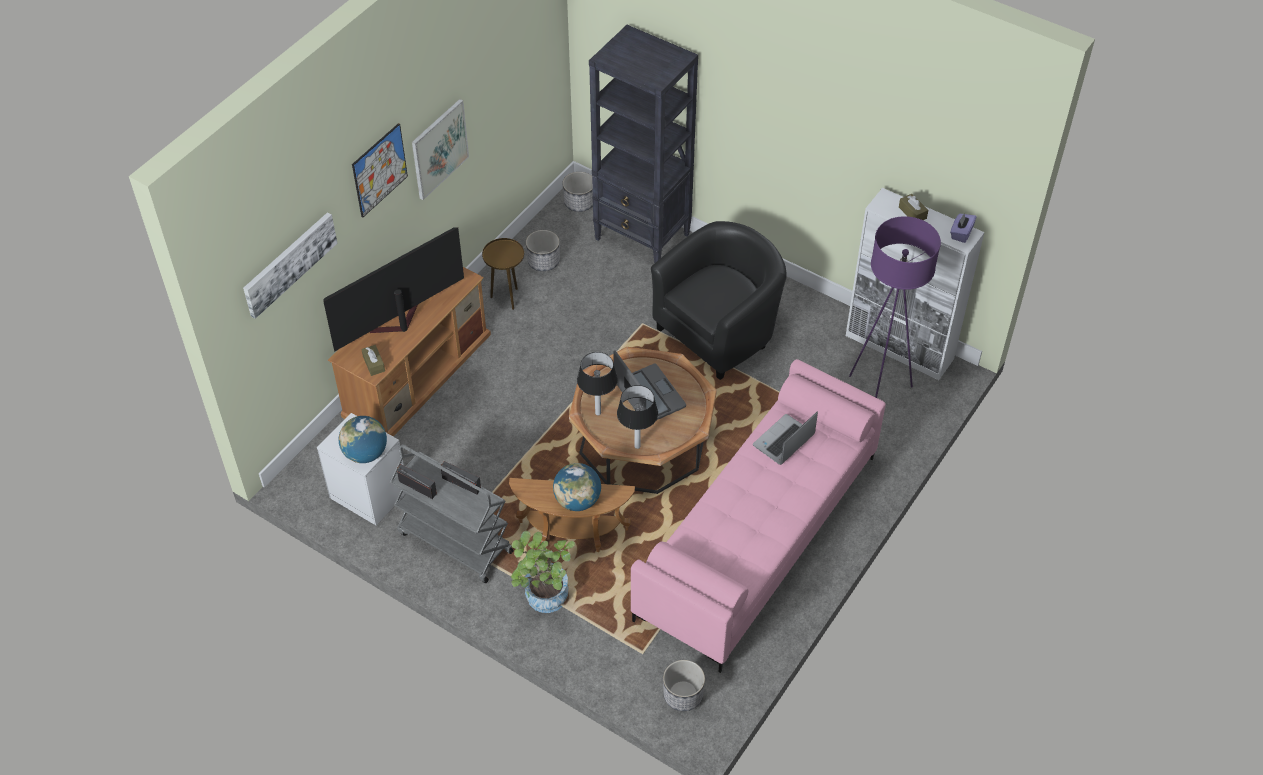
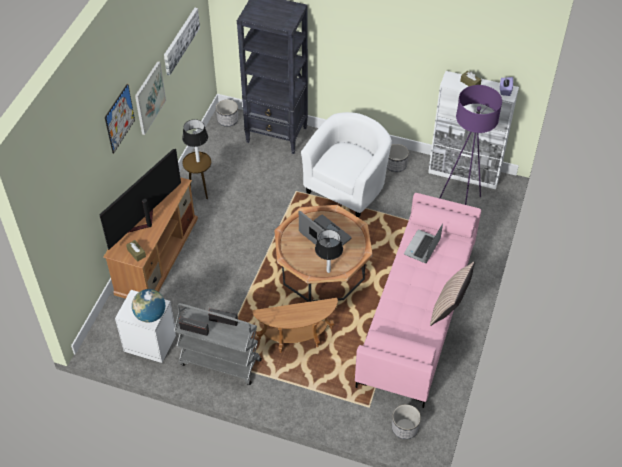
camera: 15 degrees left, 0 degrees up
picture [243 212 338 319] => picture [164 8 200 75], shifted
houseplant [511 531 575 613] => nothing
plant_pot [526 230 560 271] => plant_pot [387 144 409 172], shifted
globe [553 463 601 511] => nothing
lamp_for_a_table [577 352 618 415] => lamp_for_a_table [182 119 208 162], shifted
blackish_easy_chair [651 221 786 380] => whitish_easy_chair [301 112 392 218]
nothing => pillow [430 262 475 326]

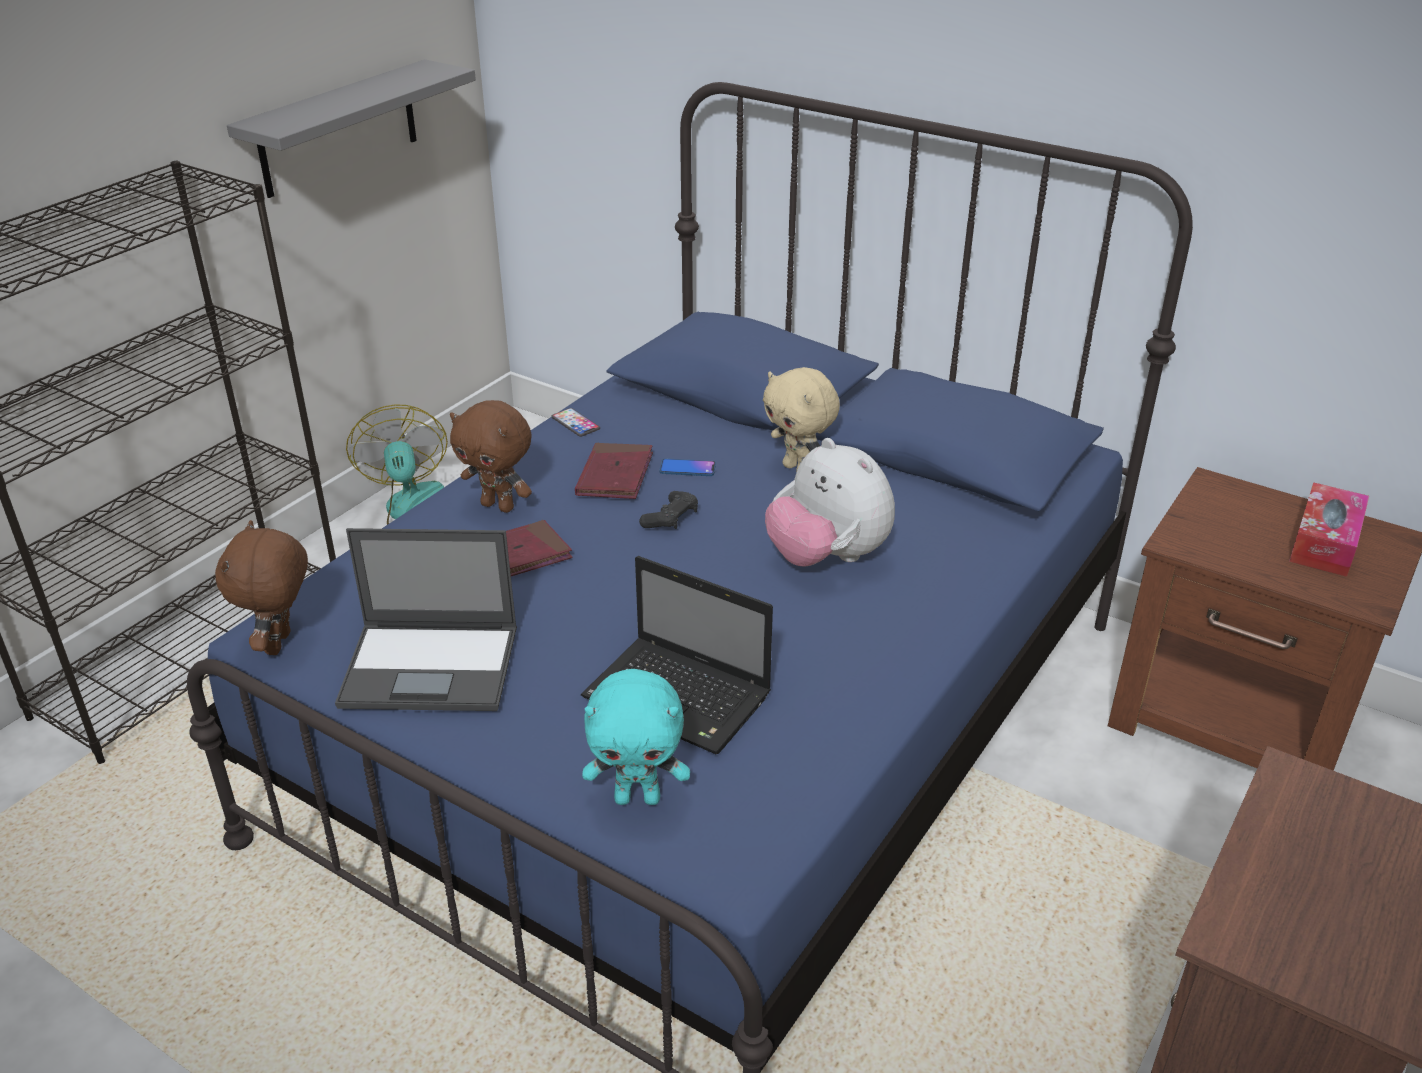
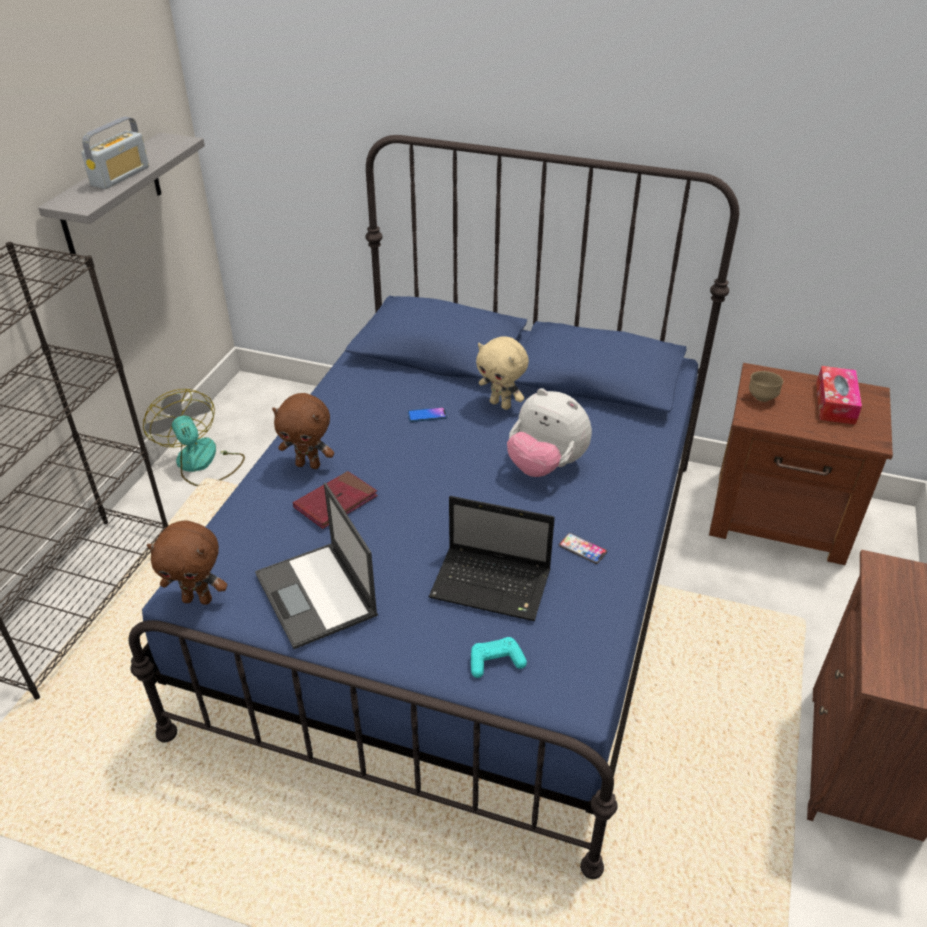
camera: 15 degrees left, 5 degrees up
brown-coloured_cuddly_toy [215 520 308 655] => brown-coloured_cuddly_toy [147 520 227 605], 75 degrees counterclockwise
portable_computer [335 528 517 711] => portable_computer [255 483 378 649], 75 degrees clockwise
telephone [551 408 600 437] => telephone [559 533 607 564], shifted
red-coloured_book [575 443 653 499] => nothing
turquoise-coloured_cuddly_toy [582 669 690 805] => turquoise-coloured_joypad [471 637 527 678]
blackish_joypad [639 491 698 529] => nothing
nothing => radio_receiver [81 116 149 189]
nothing => brown-coloured_deep_dish [749 371 784 402]

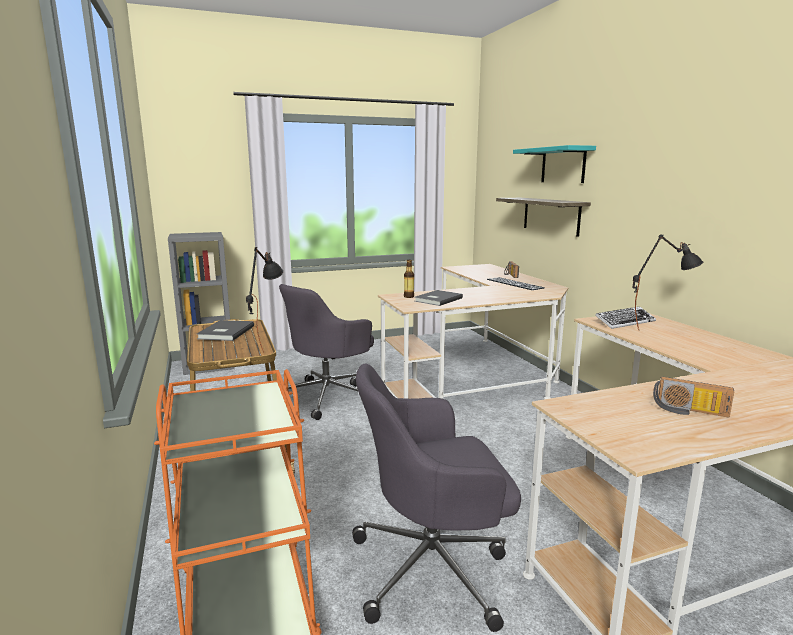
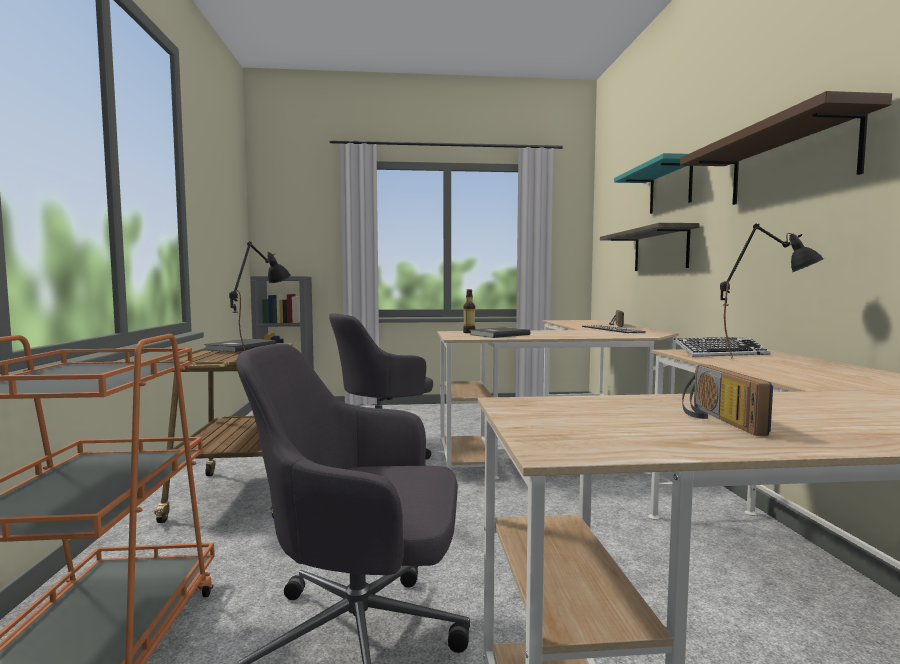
camera: 15 degrees right, 10 degrees down
radio_receiver [653 377 734 418] => radio_receiver [682 365 773 436], 45 degrees clockwise
nothing => brown-coloured_shelf [680 91 892 205]

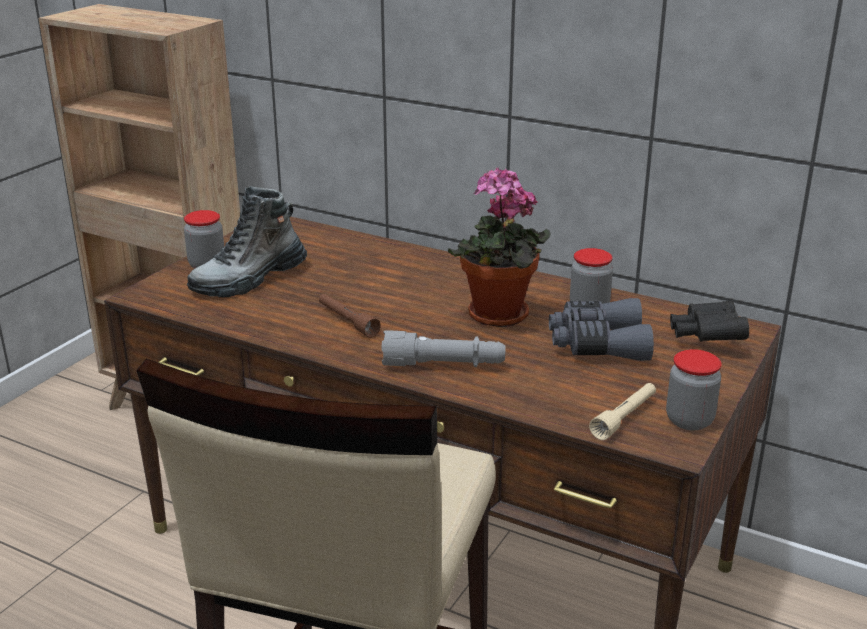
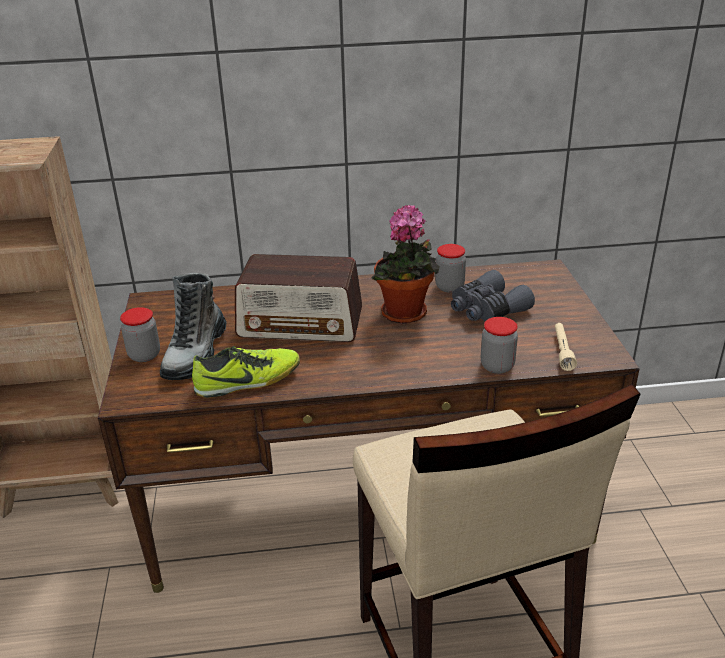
camera: 35 degrees left, 5 degrees up
brown-coloured_torch [319 294 381 338] => nothing
gray_torch [381 330 506 367] => nothing
preserve_jar [666 349 722 430] => preserve_jar [481 317 518 374], shifted
blackish_field_glasses [670 301 749 342] => nothing
nothing => shoe [192 346 300 398]
nothing => radio_receiver [235 254 362 342]

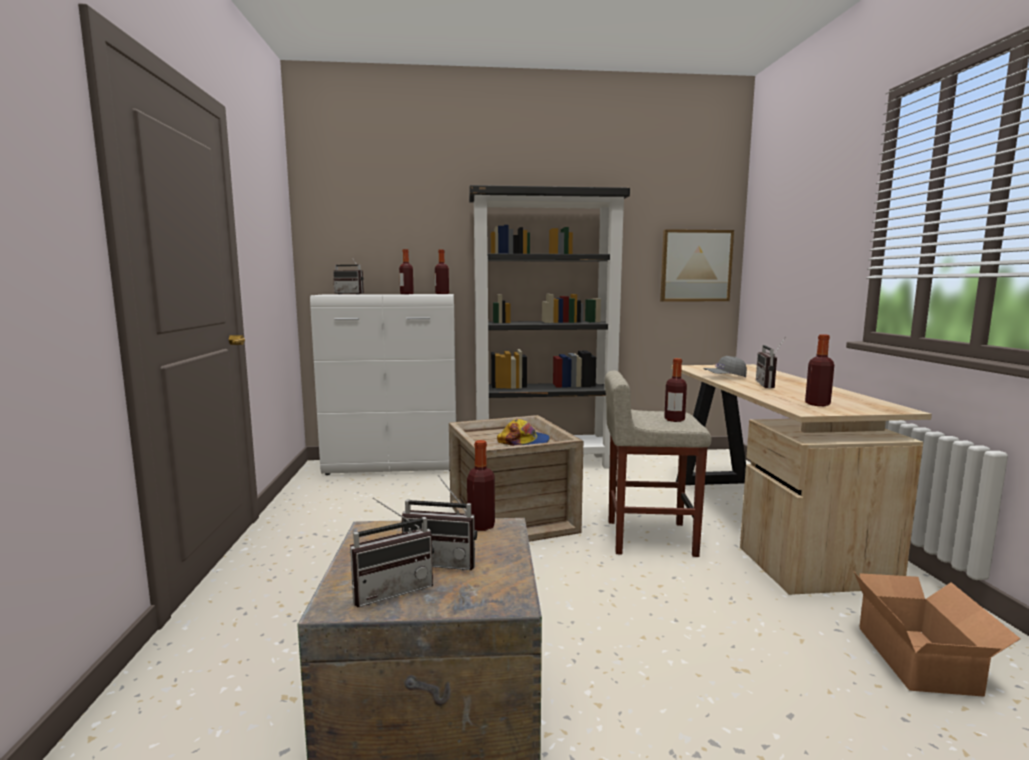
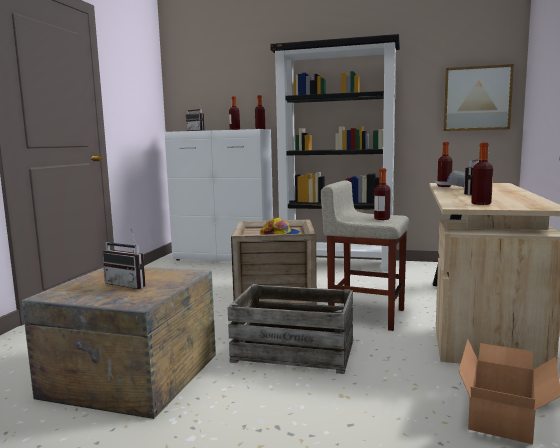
camera: 20 degrees right, 0 degrees up
radio_receiver [350 498 434 607] => nothing
drink_bottle [467 440 495 531] => drink_bottle [437 142 453 187], shifted
nothing => crate [227 284 353 374]

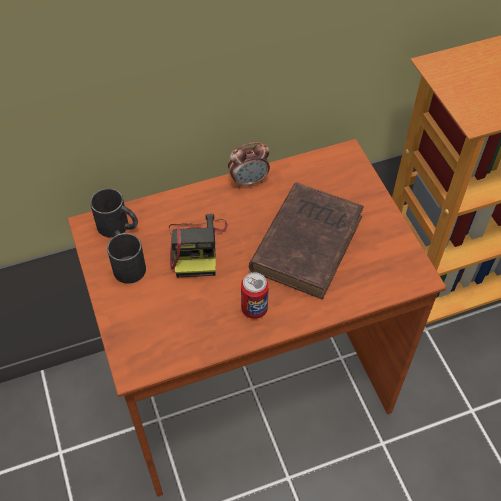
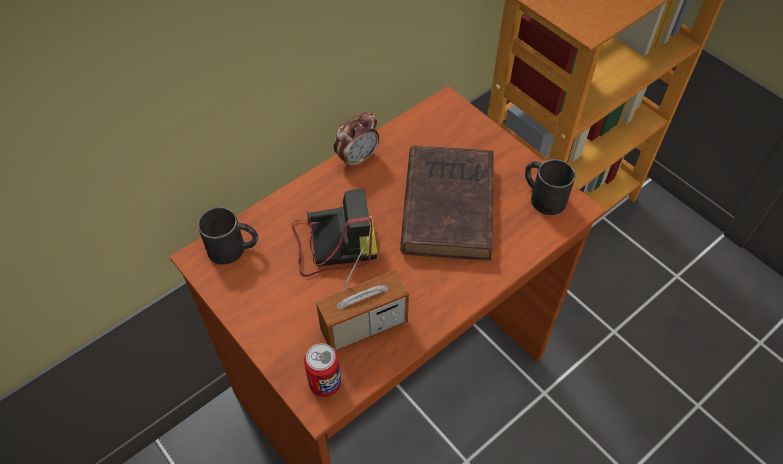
camera: 20 degrees left, 0 degrees up
blackish_mug [107 231 146 284] => blackish_mug [525 159 575 215], shifted
still_camera [169 214 227 277] => still_camera [292 188 378 277], 75 degrees counterclockwise
can [241 272 269 319] => can [304 343 341 397], shifted
nothing => radio_receiver [316 238 409 352]

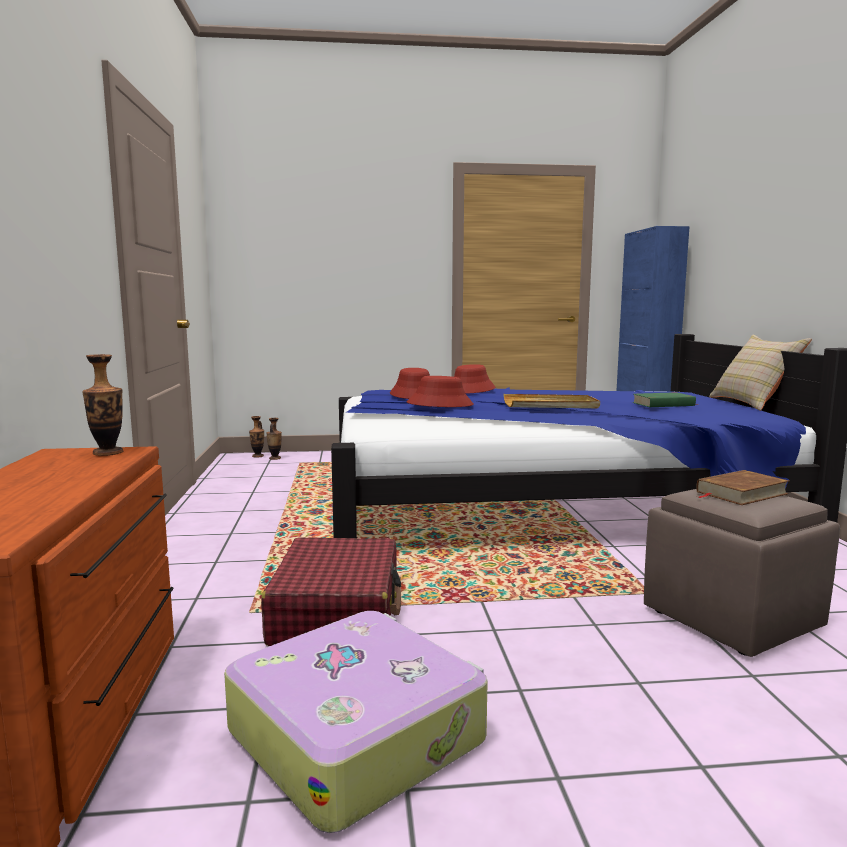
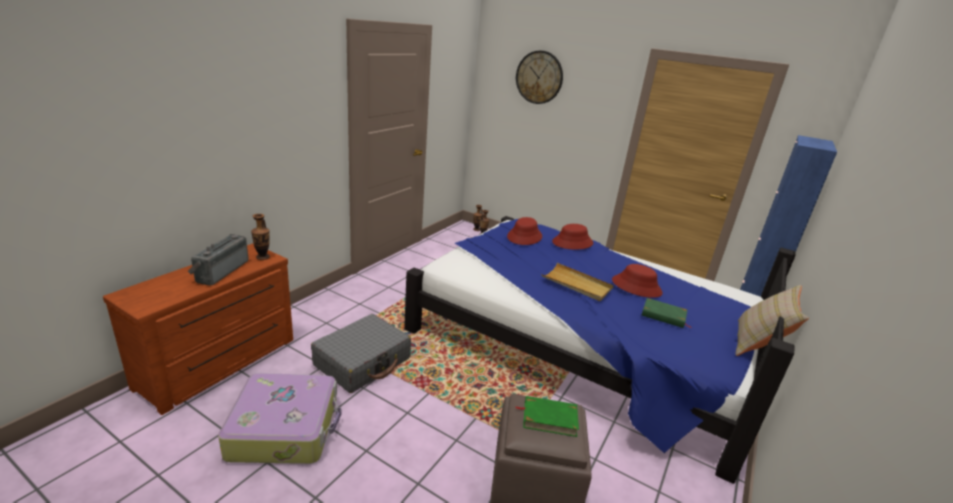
camera: 35 degrees right, 15 degrees up
red-coloured_travel_case [261 537 401 646] => gray_travel_case [311 314 411 393]
red-coloured_clothing_hat [407 376 474 407] => red-coloured_clothing_hat [612 264 663 298], shifted
brown-coloured_book [696 470 789 505] => green-coloured_book [516 396 579 437]
nothing => radio_receiver [188 234 249 286]
nothing => clock_on_the_wall [516 51 563 104]

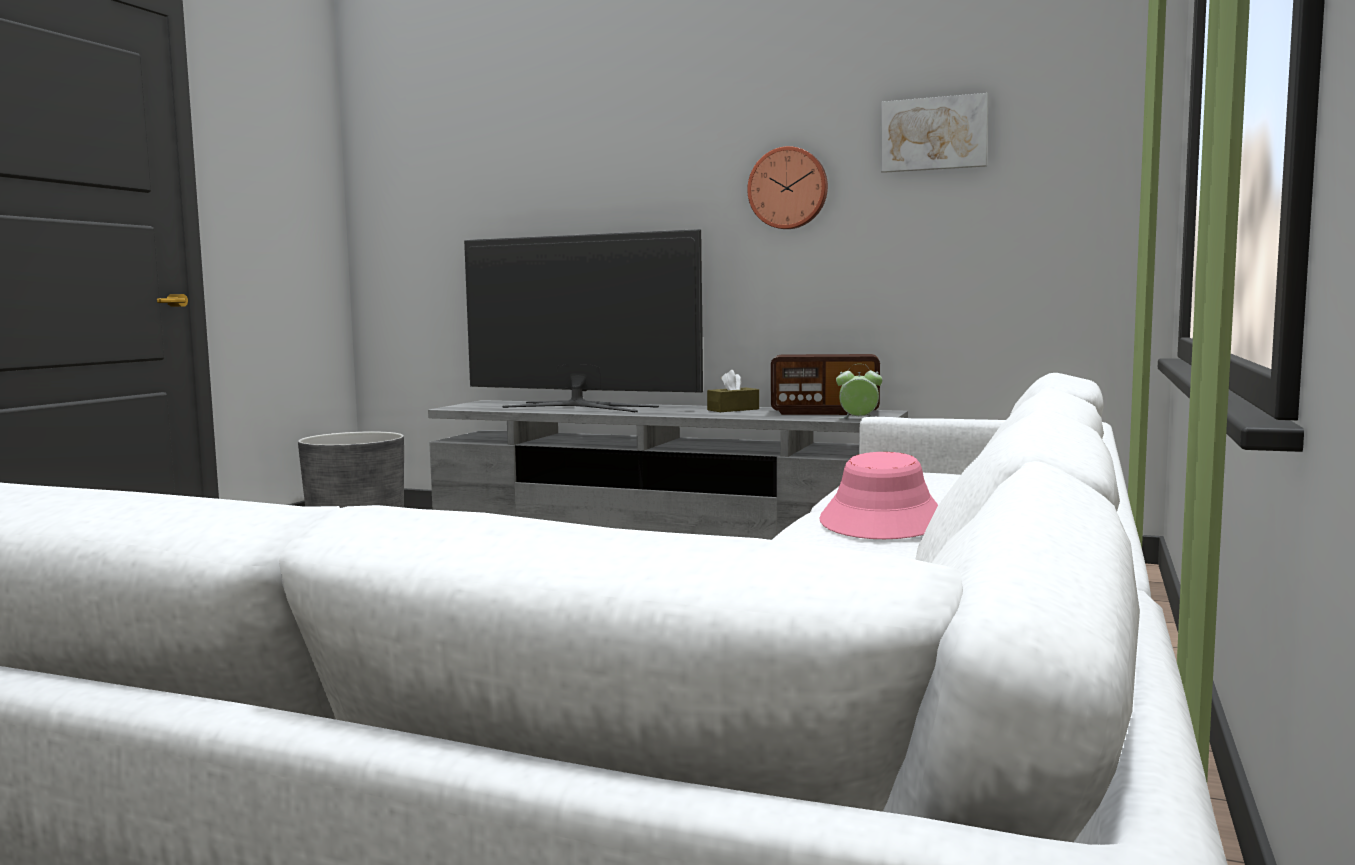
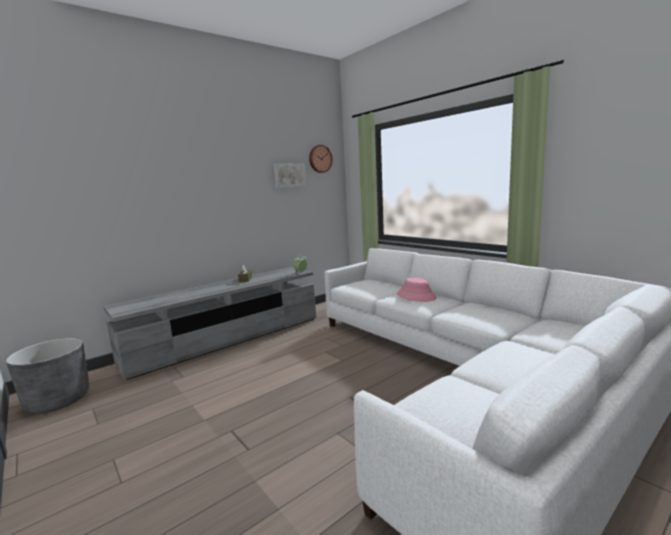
camera: 60 degrees left, 5 degrees up
TV_set [464 229 703 412] => nothing
clock_on_the_wall [747 146 828 229] => clock_on_the_wall [309 145 332 173], shifted
radio_receiver [771 354 880 415] => nothing

